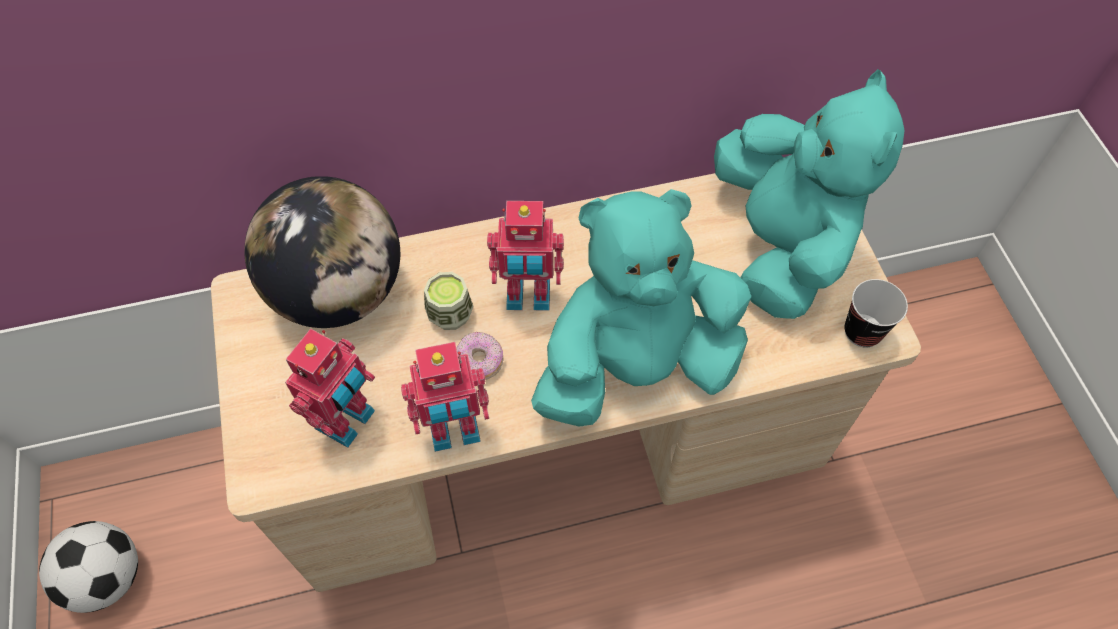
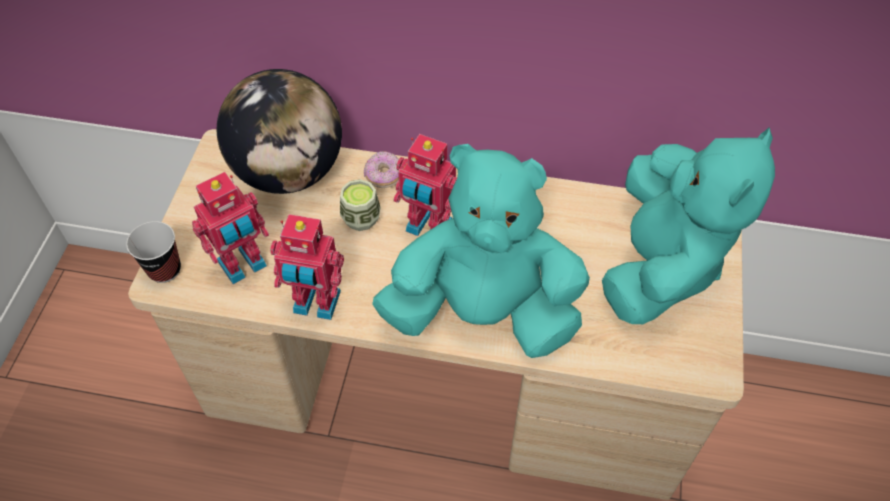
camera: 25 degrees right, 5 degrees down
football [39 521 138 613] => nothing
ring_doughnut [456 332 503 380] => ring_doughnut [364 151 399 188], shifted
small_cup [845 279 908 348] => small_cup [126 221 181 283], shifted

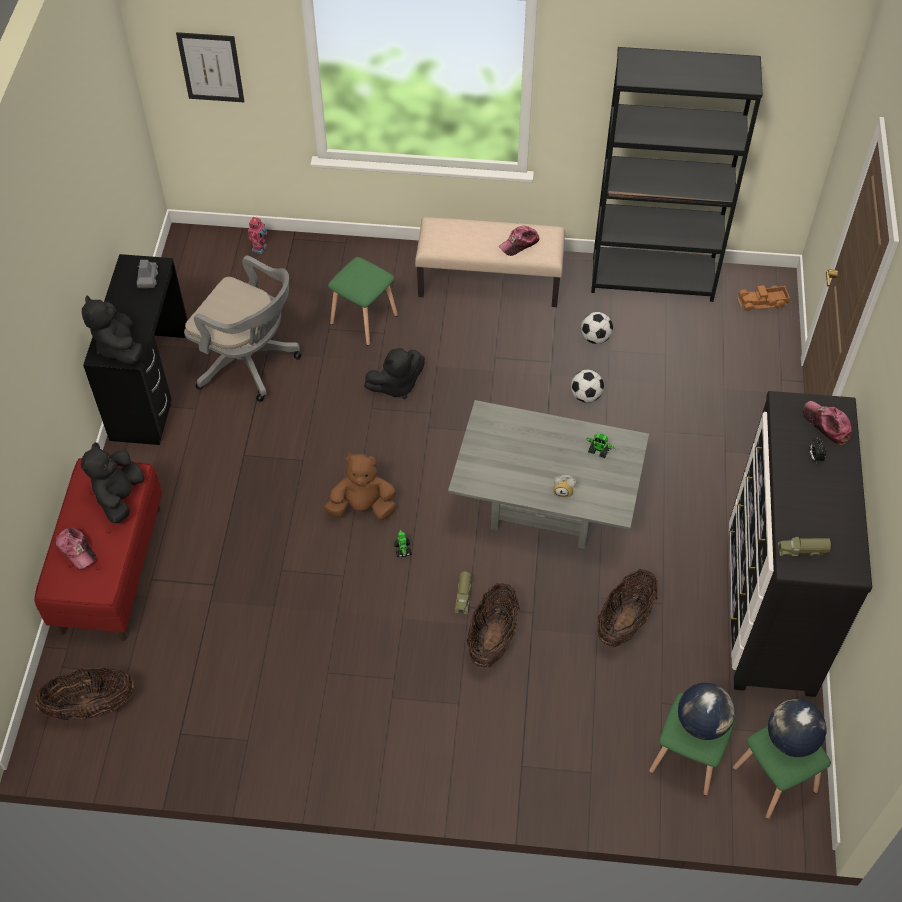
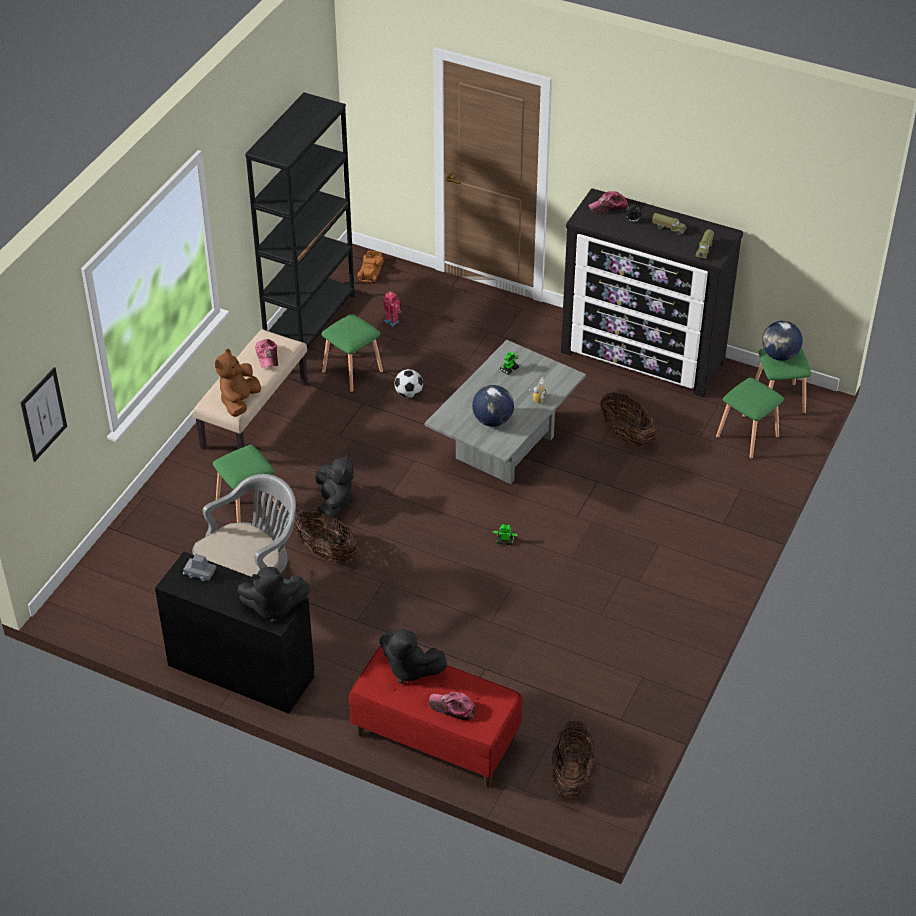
camera: 70 degrees left, 10 degrees down
peaked_cap [56 528 97 569] => peaked_cap [429 692 476 720], 135 degrees counterclockwise
toy_robot [248 217 267 254] => toy_robot [382 291 402 327], shifted
brown-coloured_cuddly_toy [324 454 397 520] => brown-coloured_cuddly_toy [215 349 261 417], shifted
toy_truck [455 572 471 614] => toy_truck [652 213 687 235], shifted
household_basket [466 582 520 668] => household_basket [294 510 359 562], shifted
football [581 312 613 344] => green-coloured_stool_seat [322 314 383 393]
globe [678 683 735 740] => globe [472 385 514 427], shifted

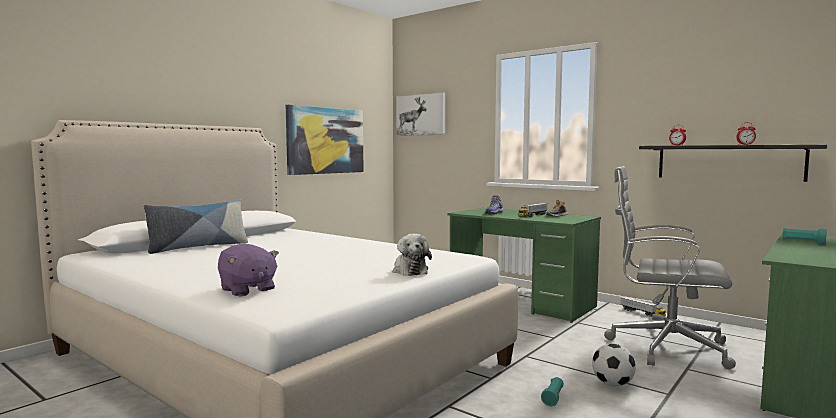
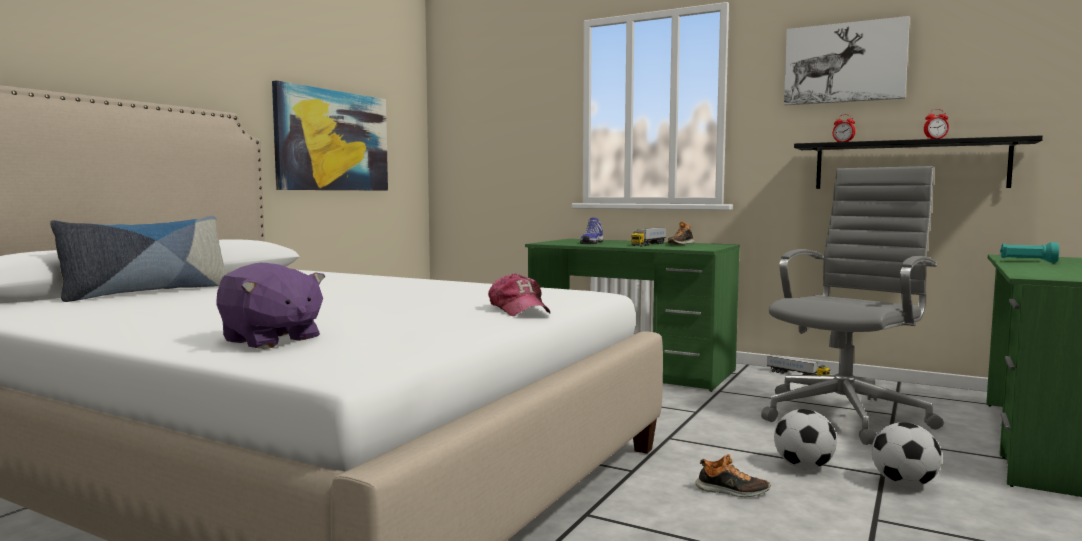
camera: 10 degrees left, 0 degrees up
cuddly_toy [393 234 432 276] => peaked_cap [488 273 550 316]
picture [396 92 445 136] => picture [784 16 910 105], shifted
turquoise-coloured_torch [541 377 564 406] => shoe [695 454 770 497]
gray_office_chair [604 166 736 369] => gray_office_chair [761 166 944 445], 120 degrees clockwise
nothing => football [872 422 942 487]

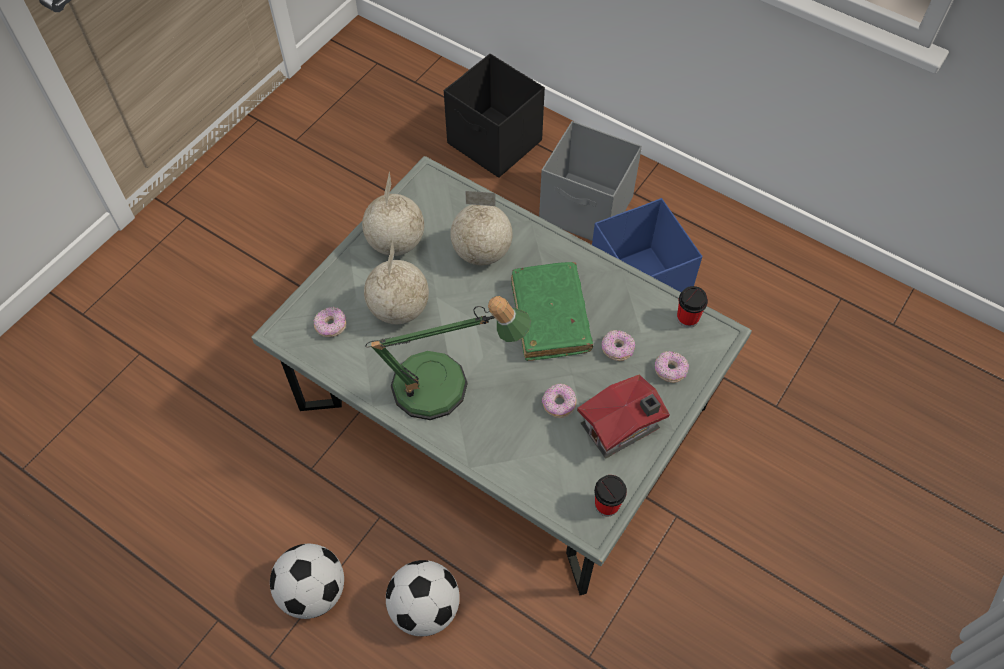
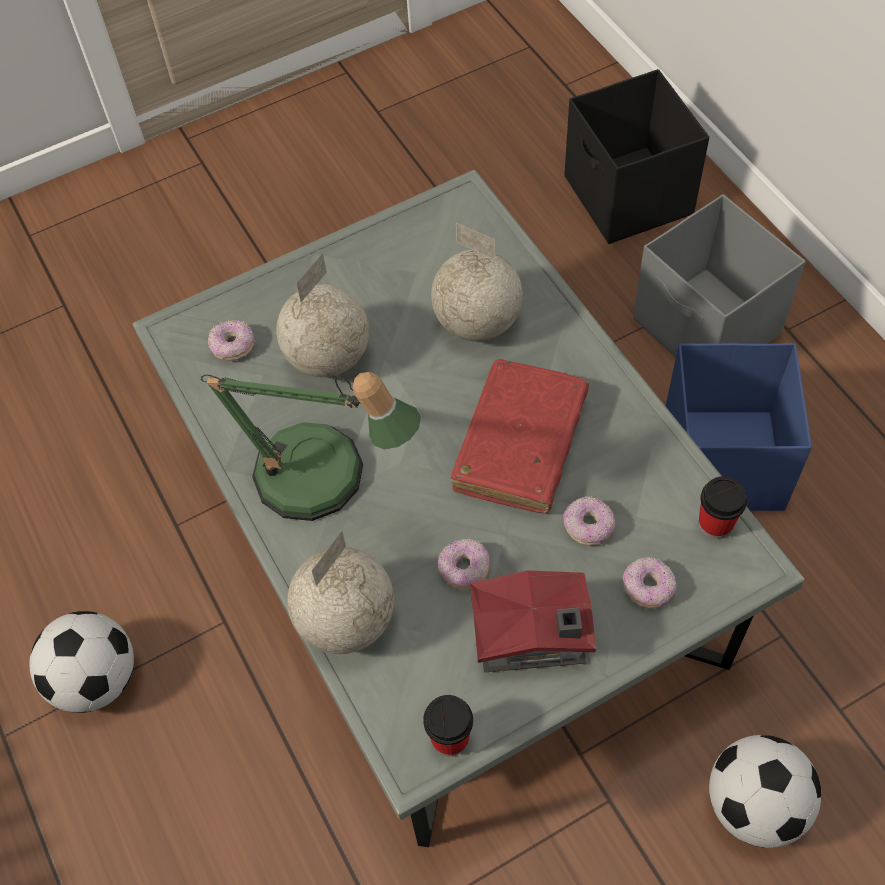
camera: 30 degrees right, 0 degrees up
globe [362 171 424 256] => globe [287 531 394 654], shifted
football [386 560 460 637] => football [709 735 821 848], shifted
green-coloured_book [511 262 593 361] => red-coloured_book [451 359 589 514]

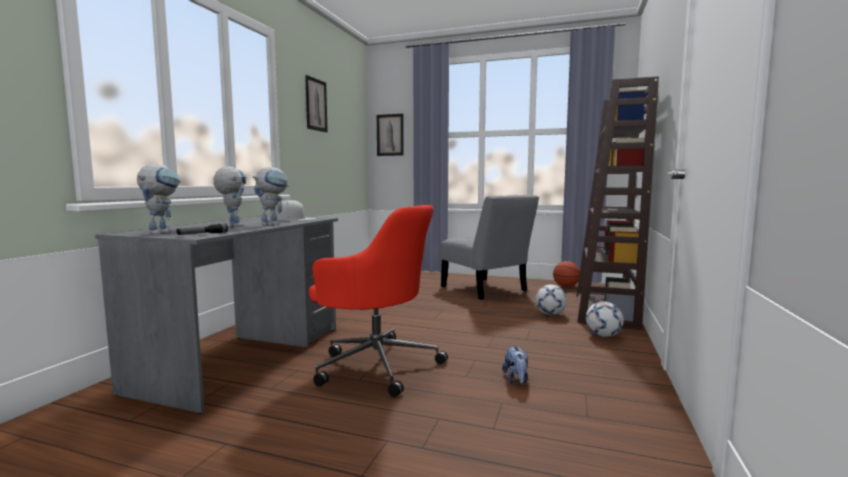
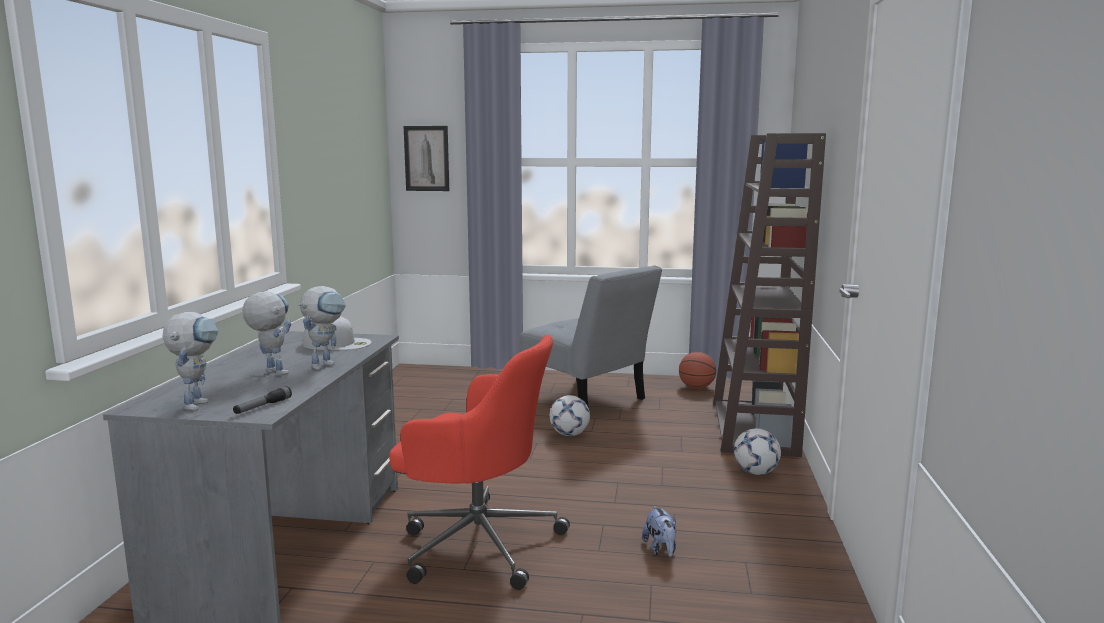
camera: 10 degrees left, 5 degrees up
picture [305 75 328 132] => nothing
football [535 285 567 315] => football [550 395 590 436], shifted

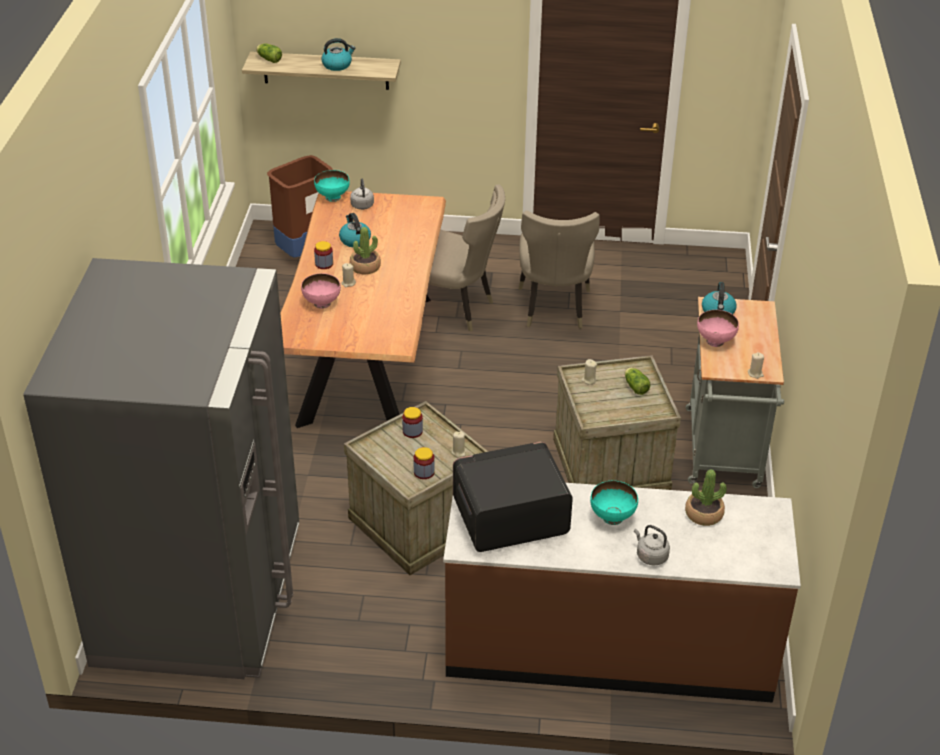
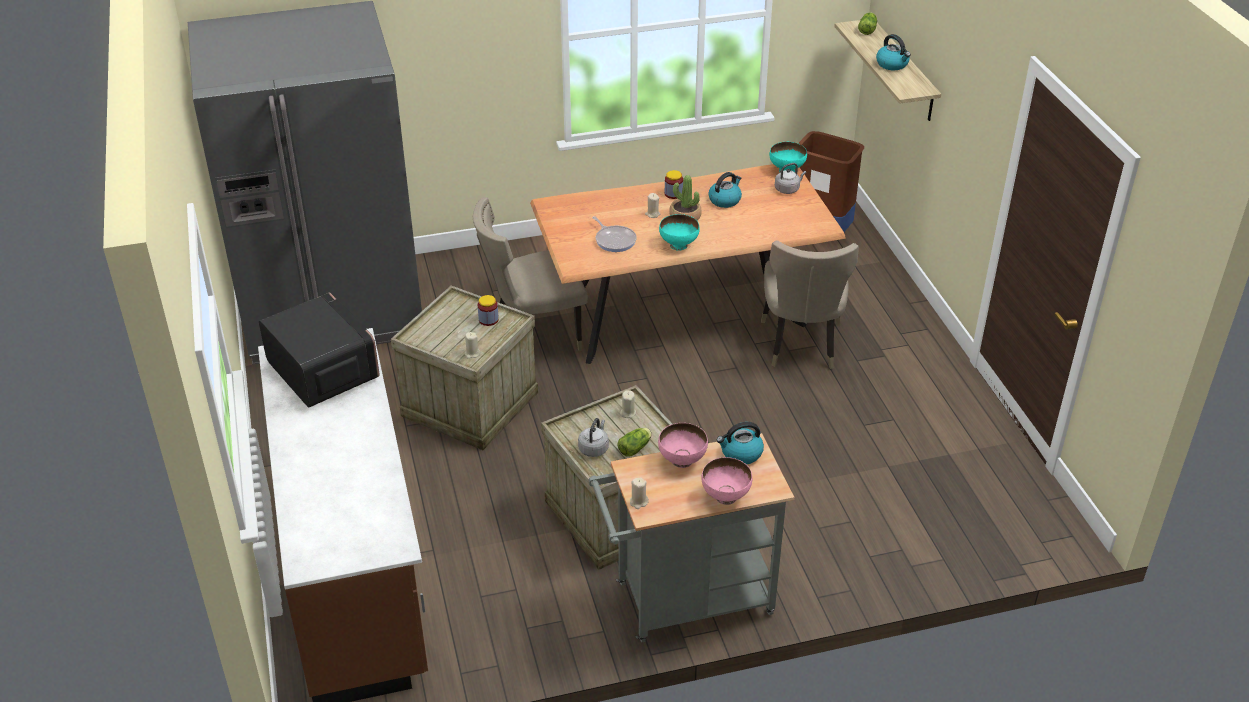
camera: 70 degrees right, 0 degrees up
pink-coloured_deep_dish [301 273 341 309] => pink-coloured_deep_dish [702 457 752 505], shifted
preserve_jar [413 447 435 479] => nothing
beige_upright_chair [519 211 600 329] => beige_upright_chair [473 197 588 351], shifted
turquoise-coloured_deep_dish [590 481 638 525] => turquoise-coloured_deep_dish [659 214 700 251], shifted
gray_water_kettle [634 525 670 565] => gray_water_kettle [578 418 609 457], shifted
houseplant [685 469 727 526] => nothing
nothing => frying_pan [592 216 637 252]

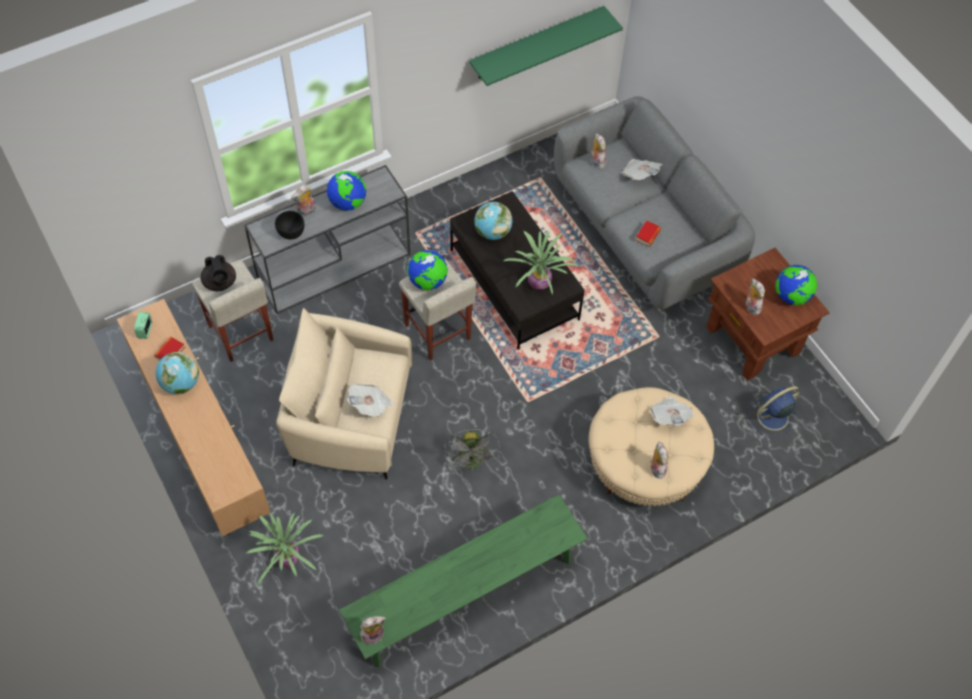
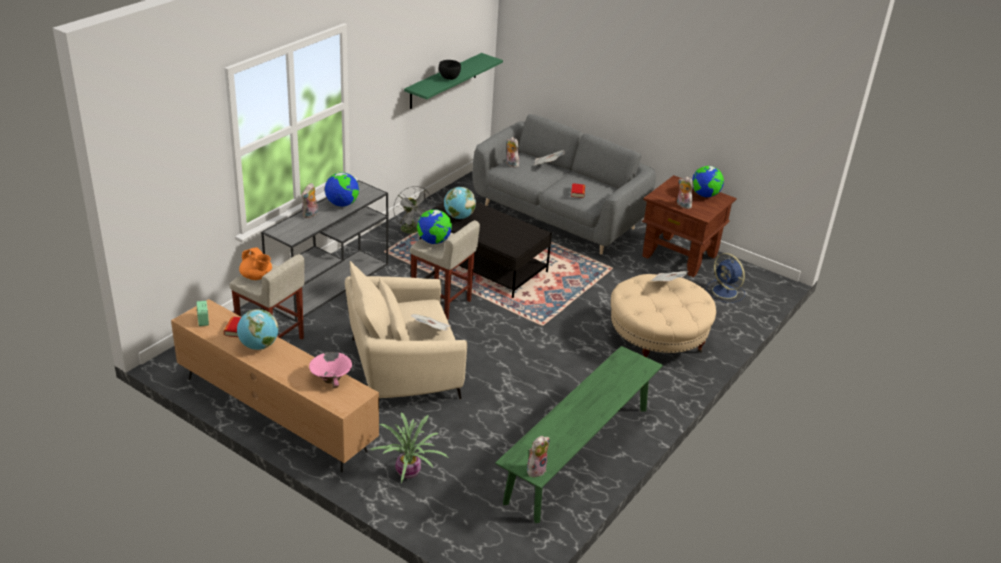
camera: 25 degrees left, 25 degrees down
blackish_teapot [201 255 236 291] => orange-coloured_teapot [239 247 272 280]
blackish_deep_dish [275 211 304 240] => blackish_deep_dish [439 60 461 80], shifted
gray_cooling_fan [443 429 500 472] => gray_cooling_fan [393 186 434 236], shifted
houseplant [503 231 577 295] => nothing
cuddly_toy [650 441 668 479] => nothing
blue-coloured_cooling_fan [749 386 800 439] => blue-coloured_cooling_fan [706 253 745 303], 75 degrees counterclockwise
nothing => pink-coloured_deep_dish [309 352 352 388]

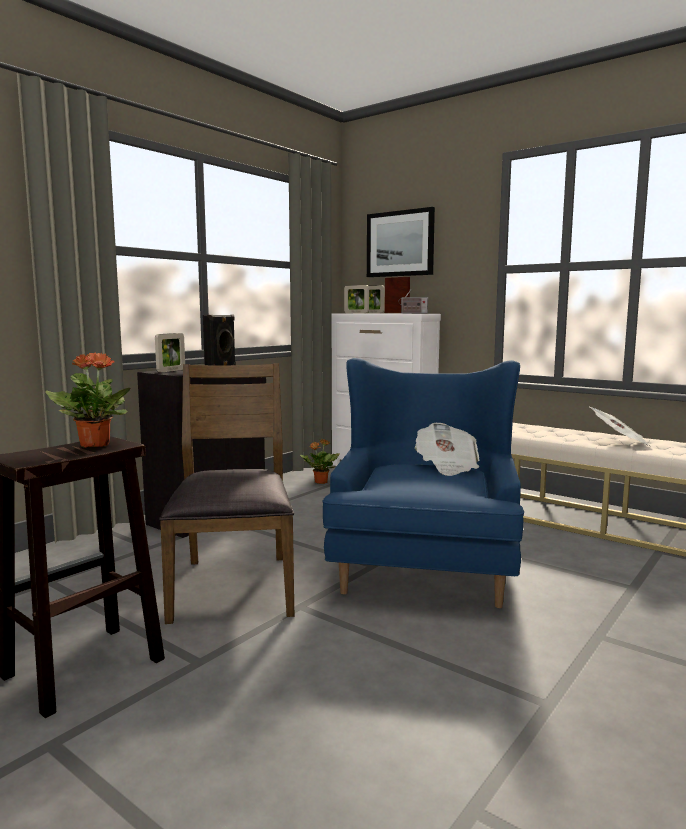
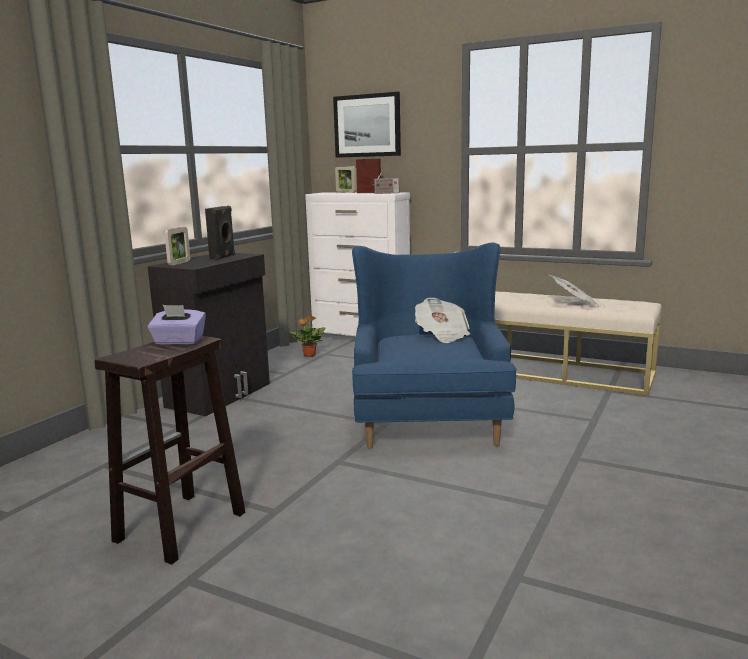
camera: 10 degrees left, 5 degrees up
houseplant [45 352 130 448] => purple_box_of_tissues [148 305 206 345]
brown-coloured_upright_chair [159 363 294 624] => nothing
picture_frame [344 285 369 313] => nothing

